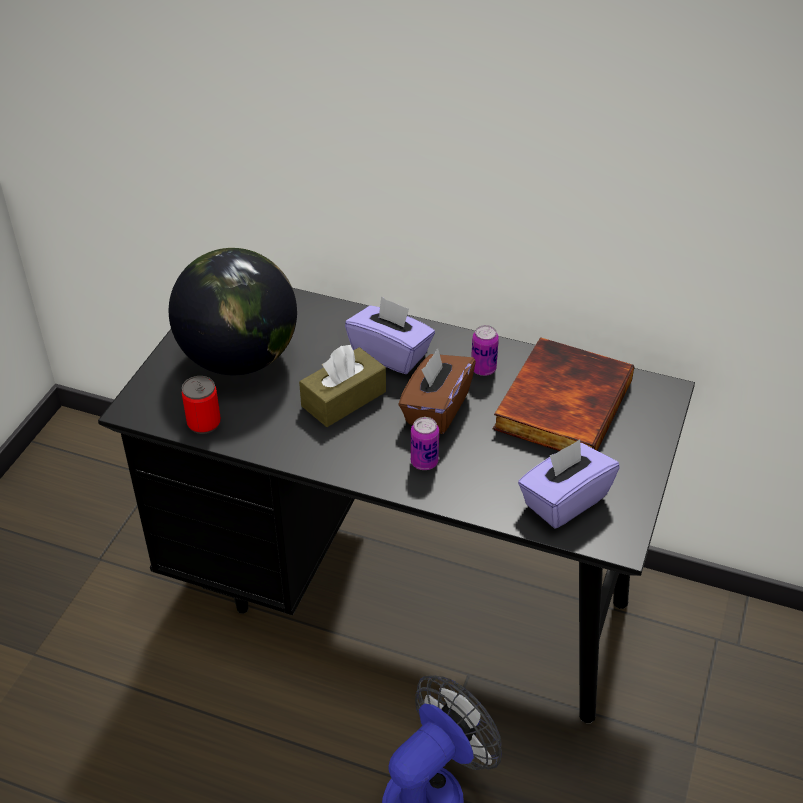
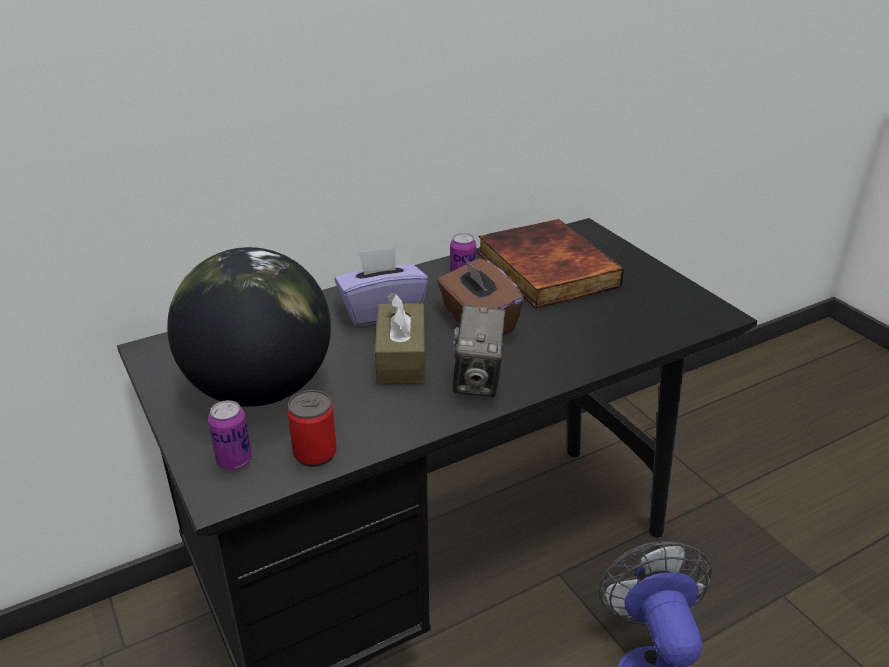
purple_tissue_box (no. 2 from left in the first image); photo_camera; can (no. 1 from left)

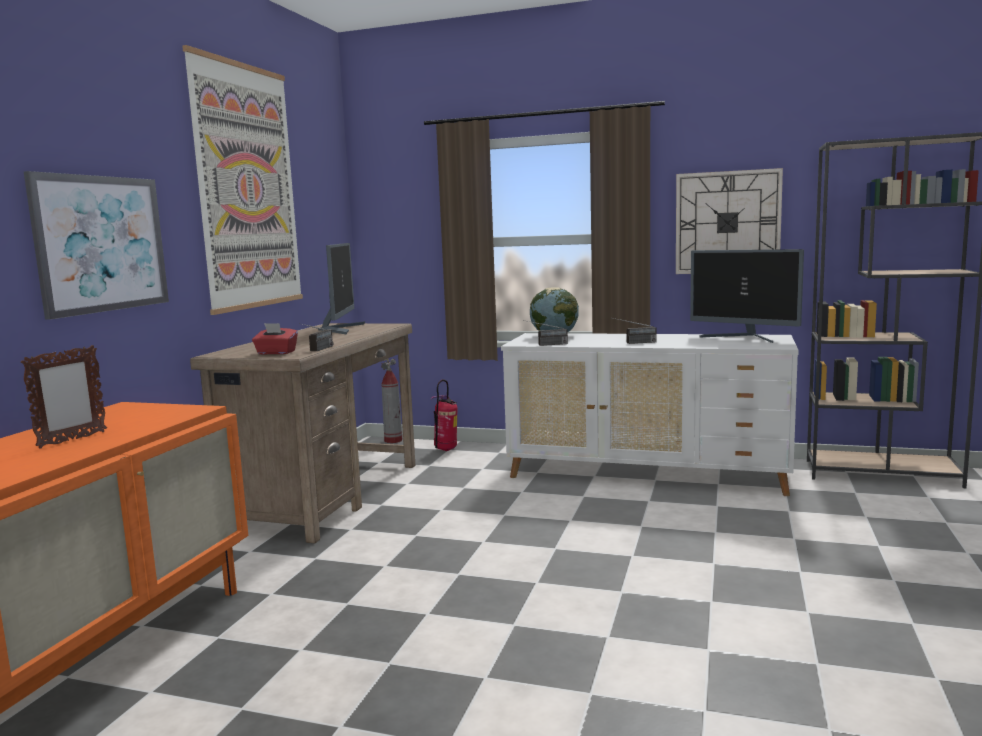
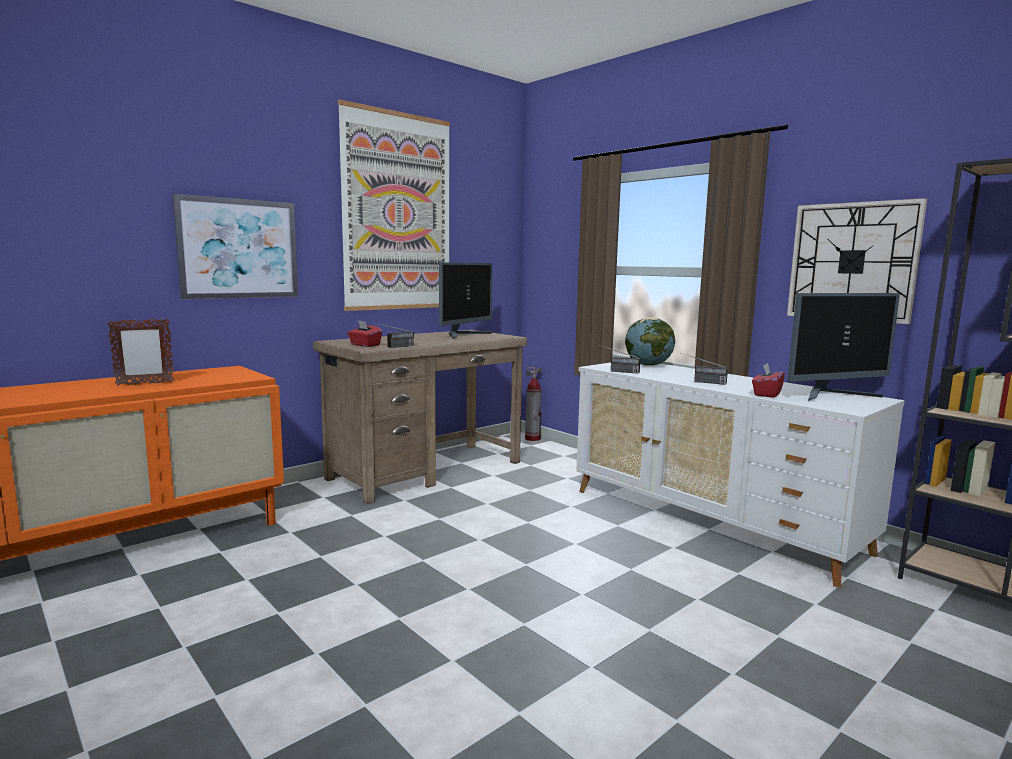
fire_extinguisher (no. 2 from left in the first image); red_tissue_box (no. 2 from left); monitor (no. 2 from left)

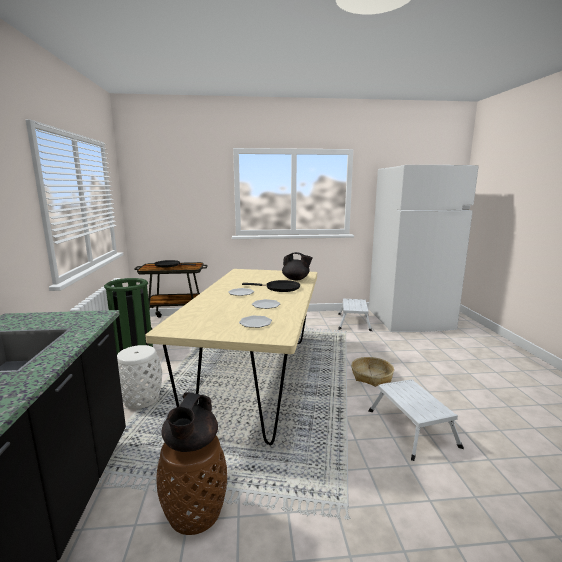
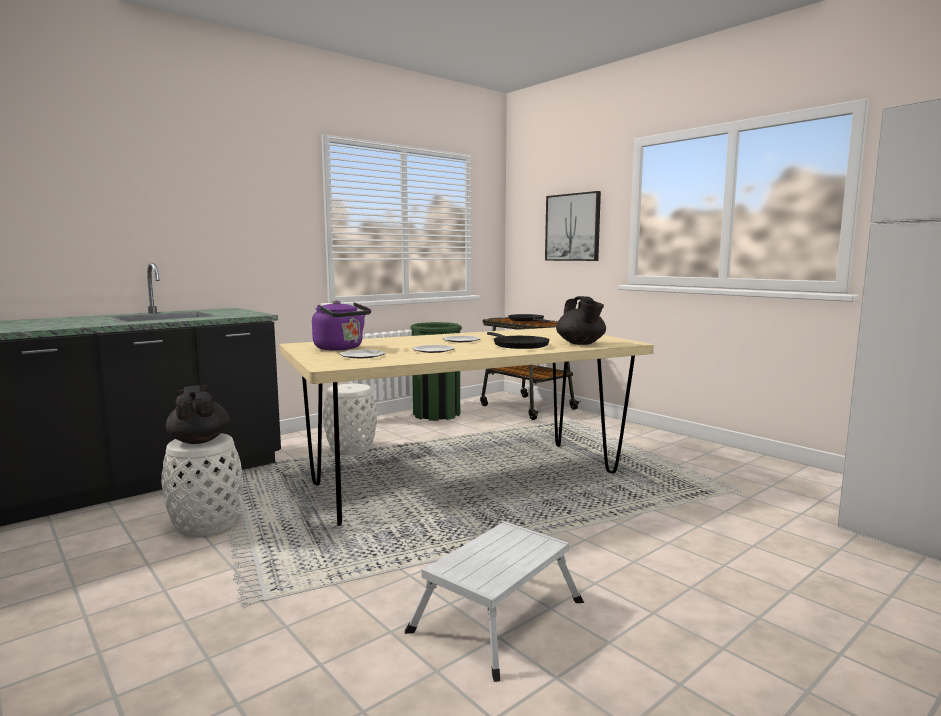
white_step_ladder (no. 1 from left in the first image); basket; purple_kettle; picture; white_stool (no. 1 from left); black_teapot (no. 1 from left)

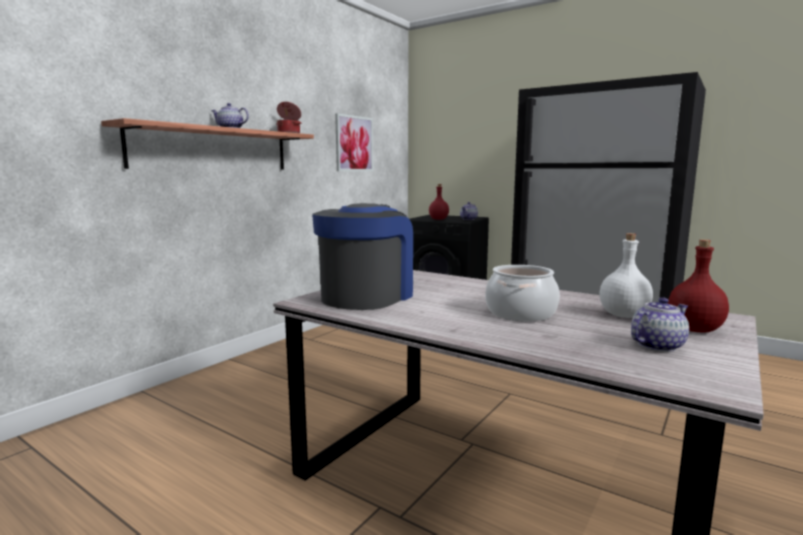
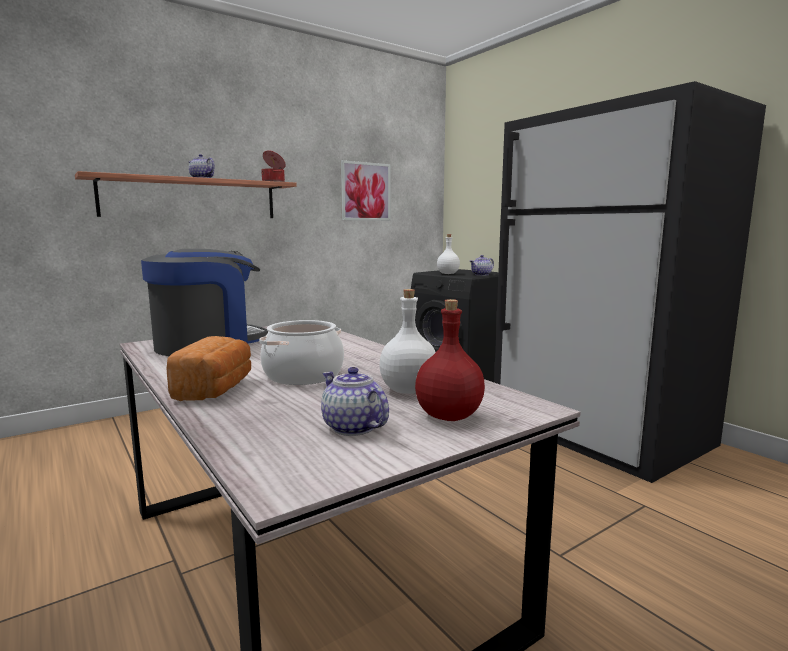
bread; white_bottle (no. 2 from left); teapot (no. 2 from left)

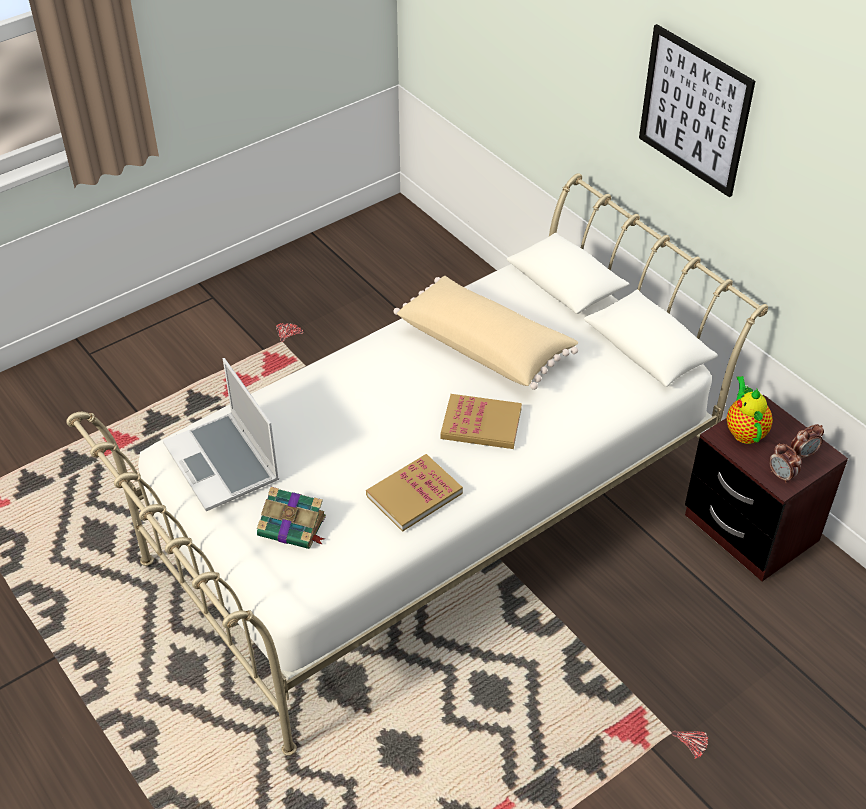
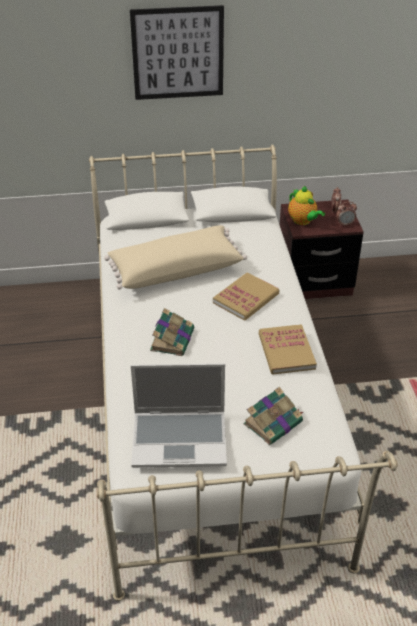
book (no. 1 from left); teapot

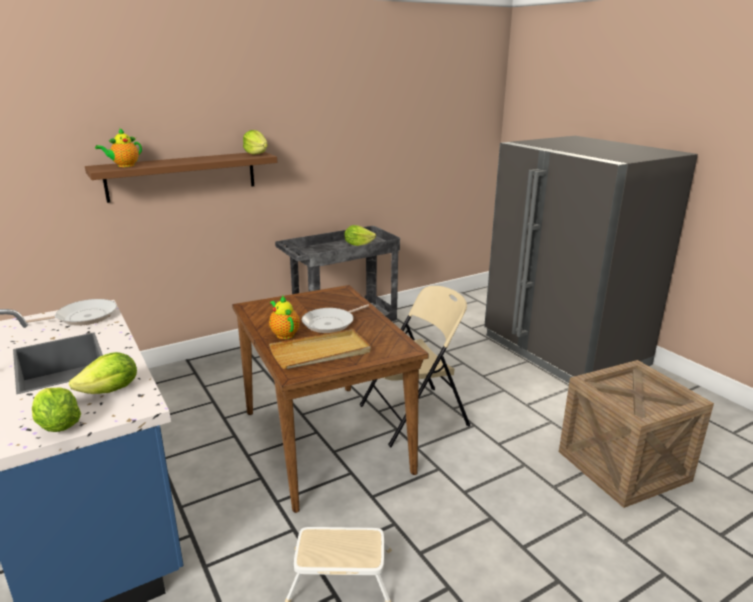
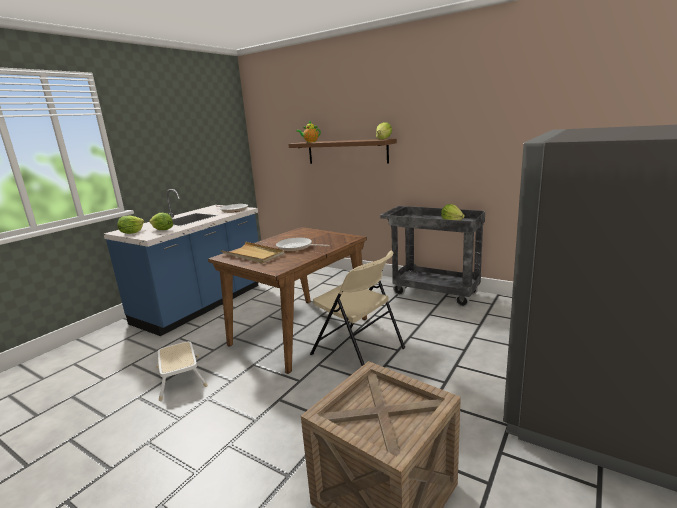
teapot (no. 2 from left in the first image)

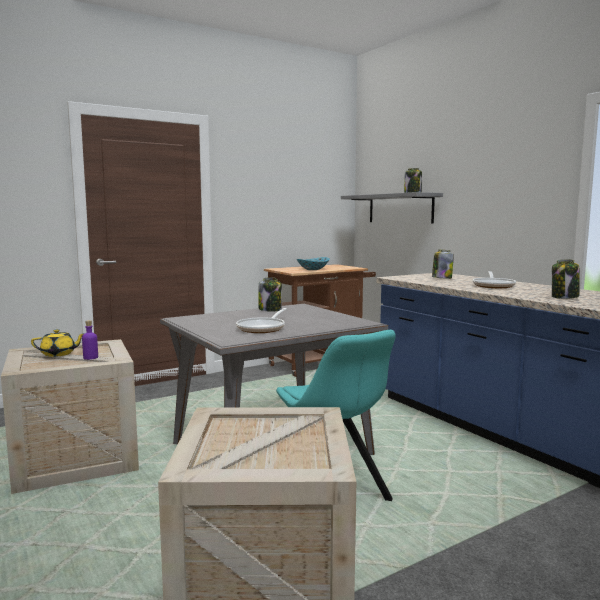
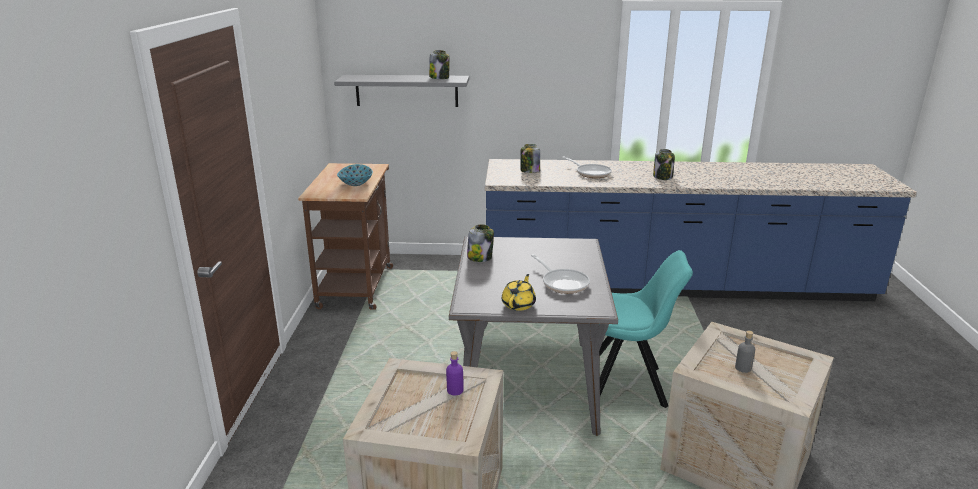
grey_bottle; yellow_teapot

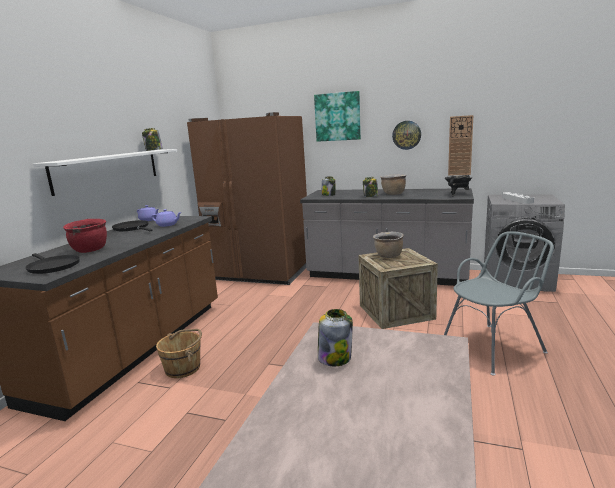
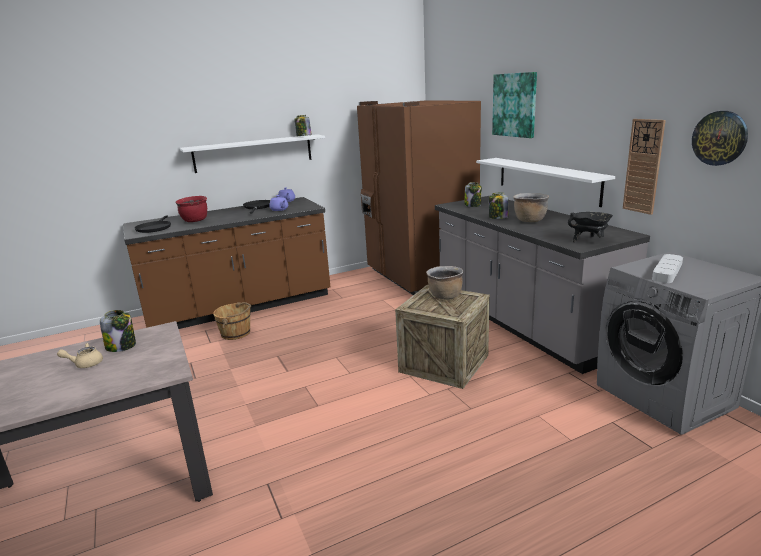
grey_chair; beige_teapot; white_shelf (no. 2 from left); wall_clock (no. 2 from left)

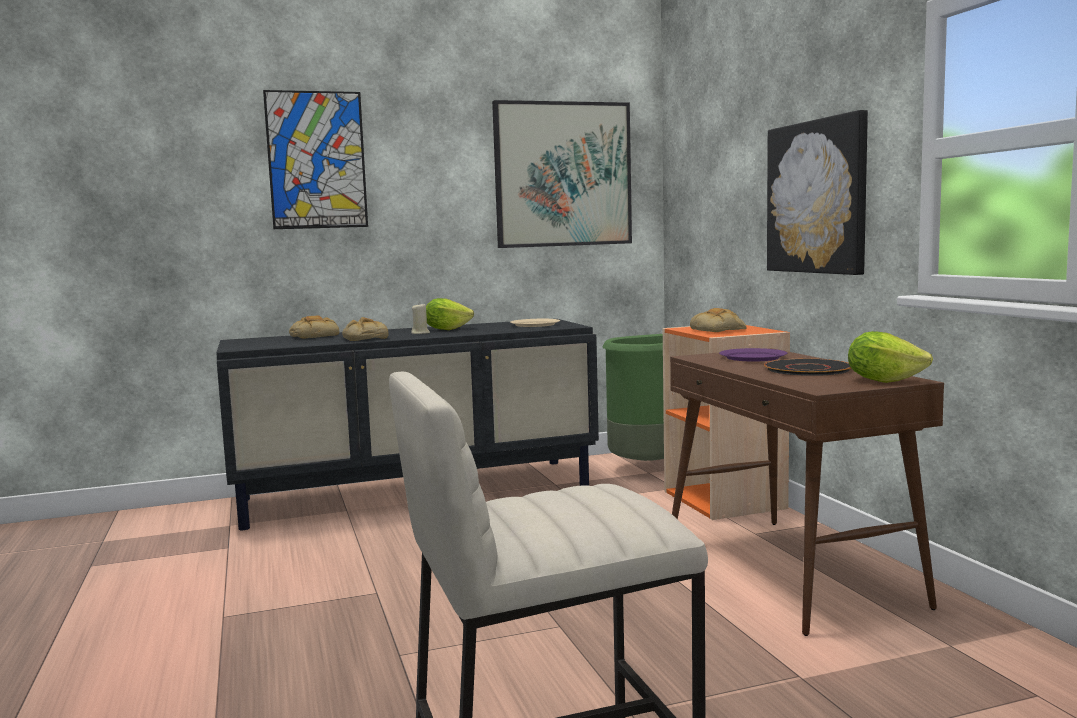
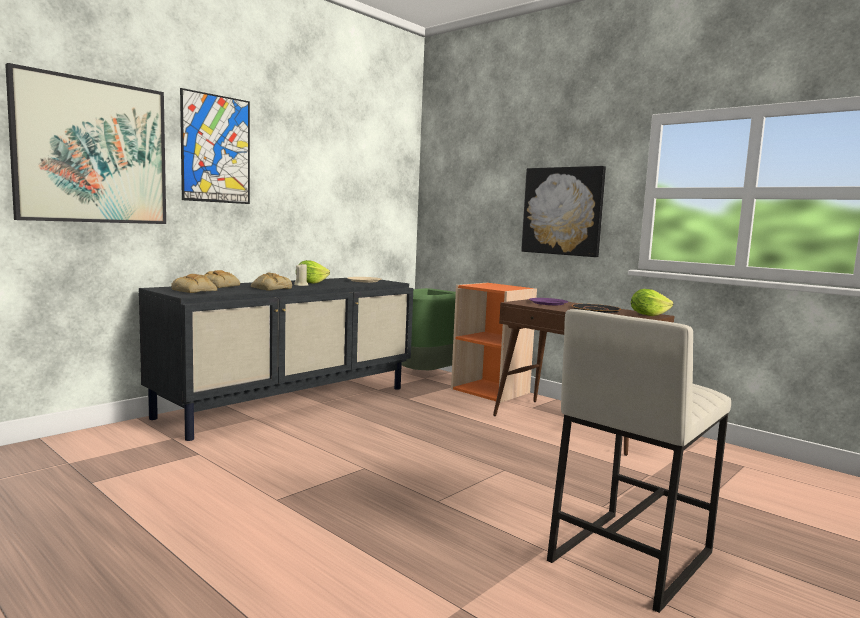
picture (no. 1 from left); bread (no. 1 from left)

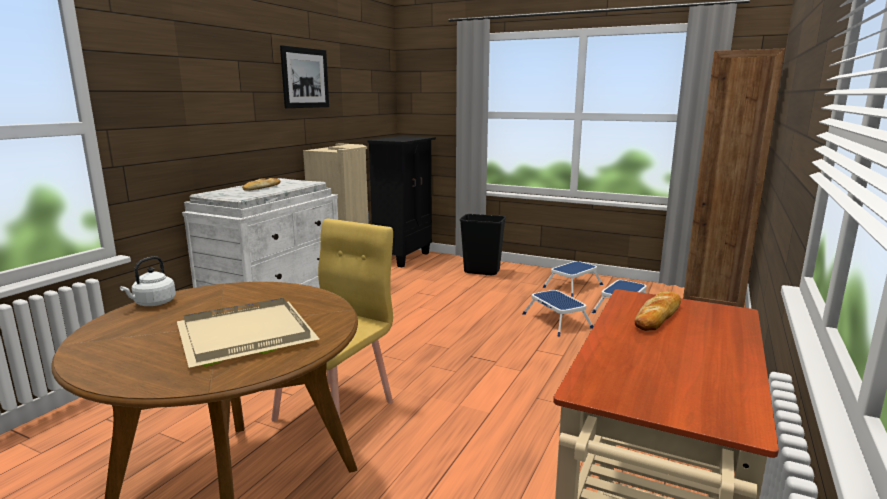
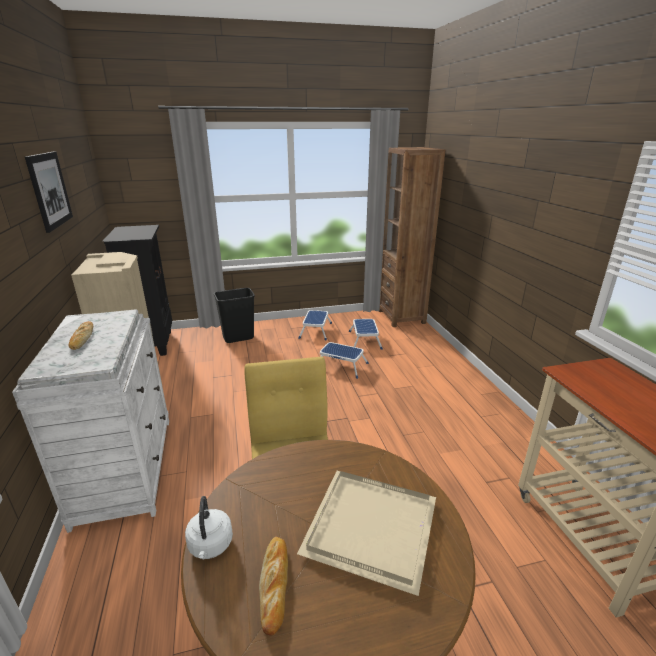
bread (no. 2 from left)

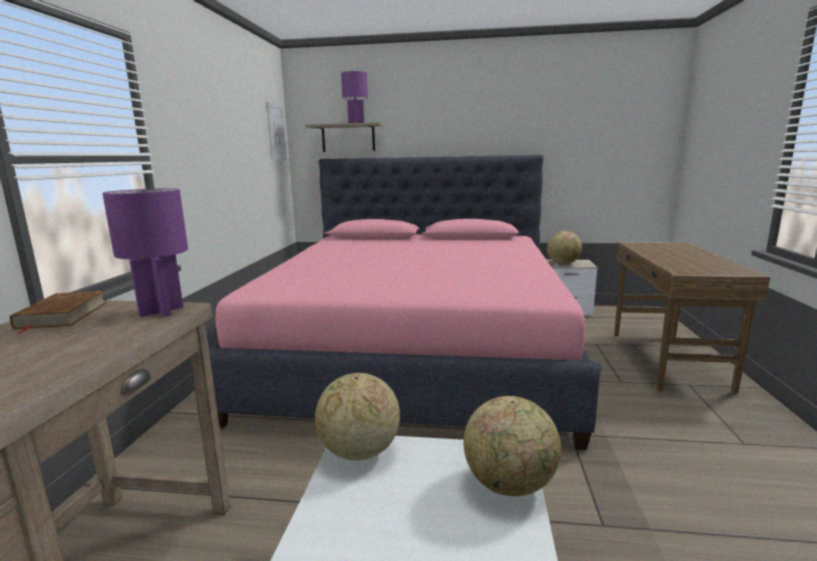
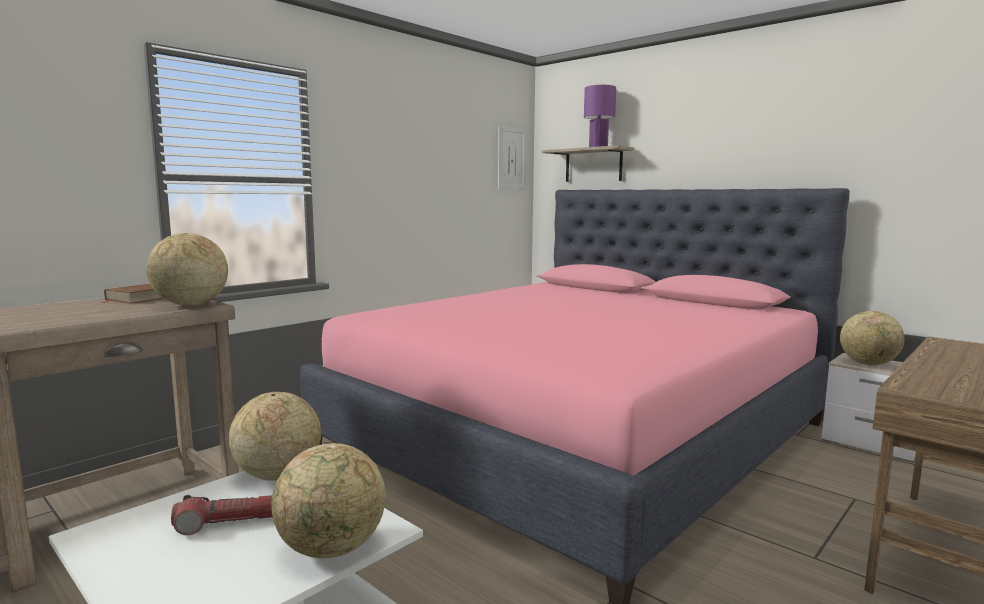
flashlight; globe (no. 1 from left)

